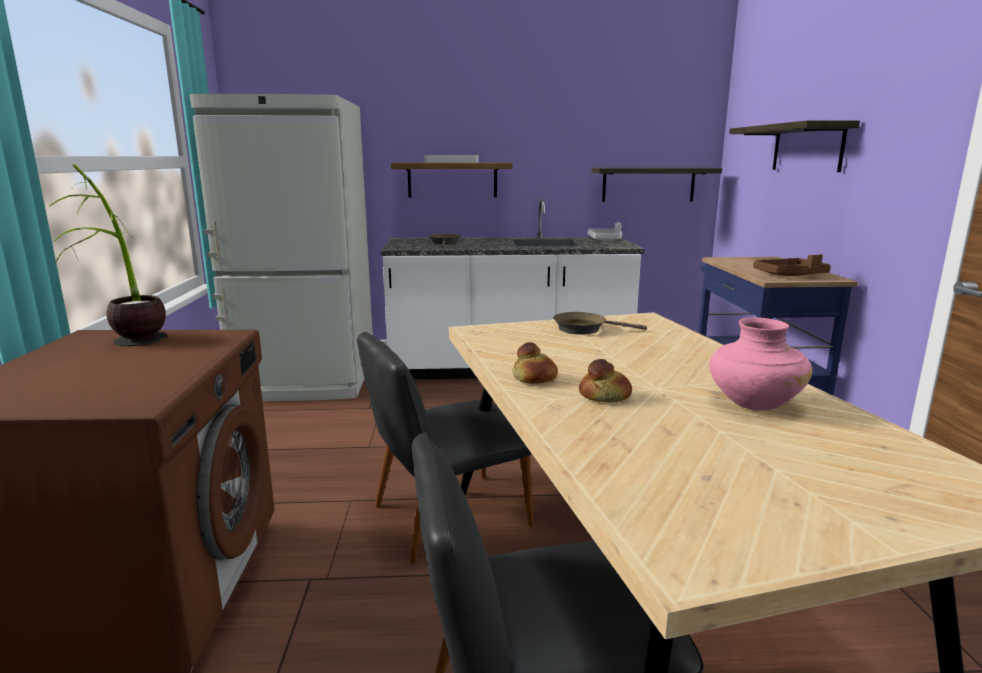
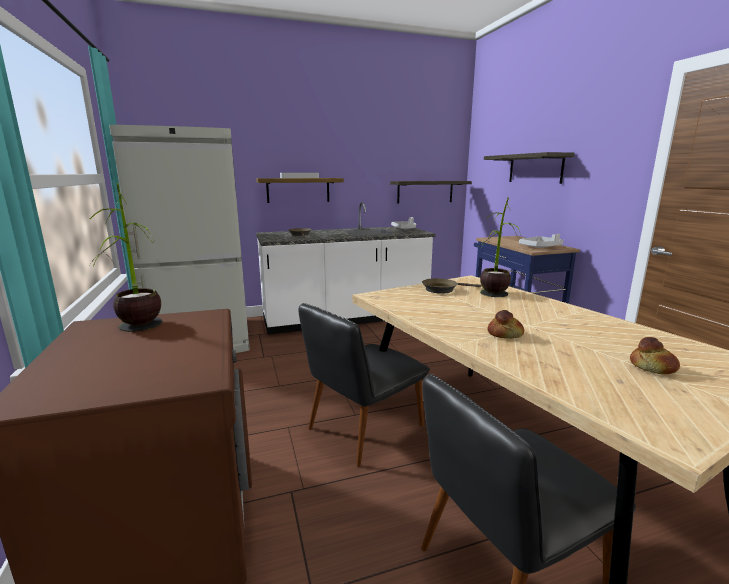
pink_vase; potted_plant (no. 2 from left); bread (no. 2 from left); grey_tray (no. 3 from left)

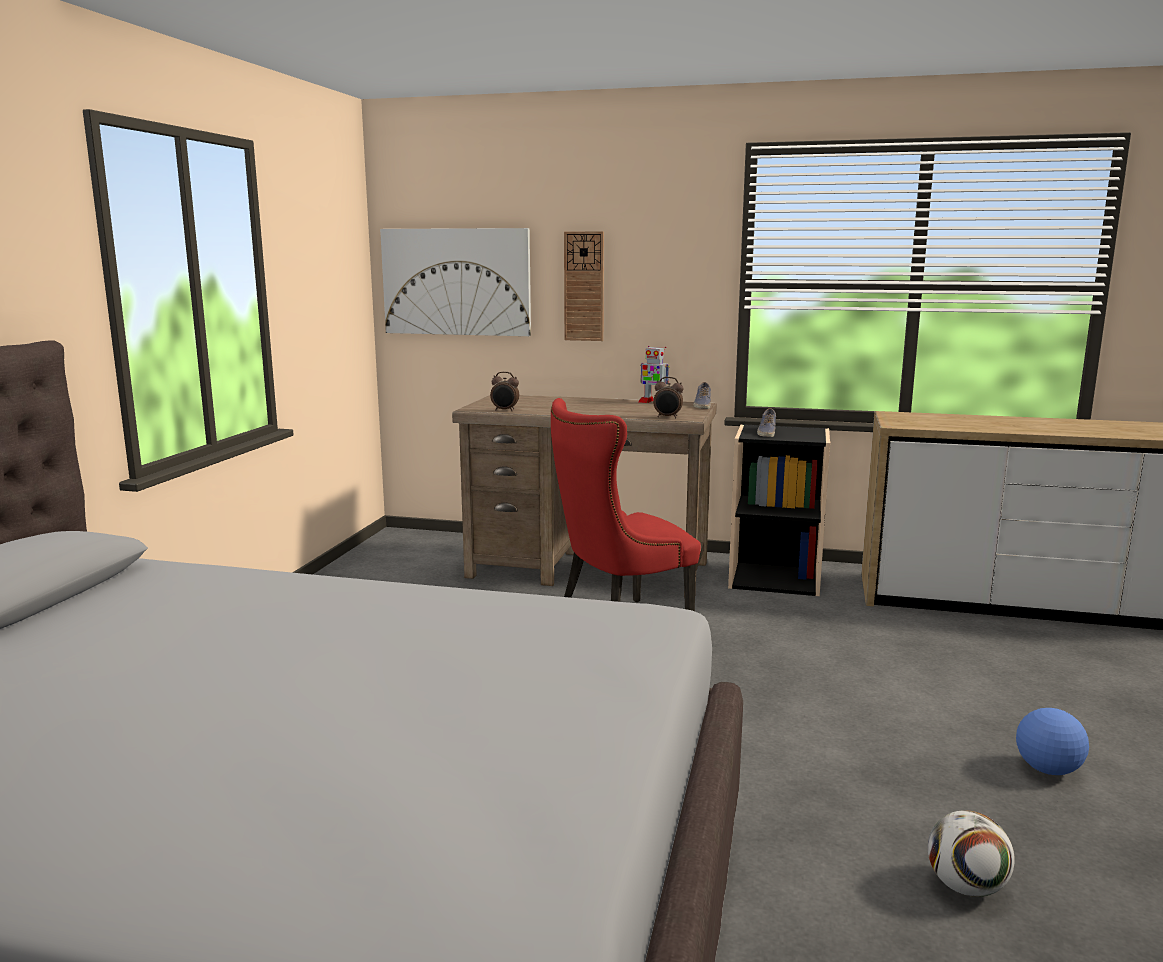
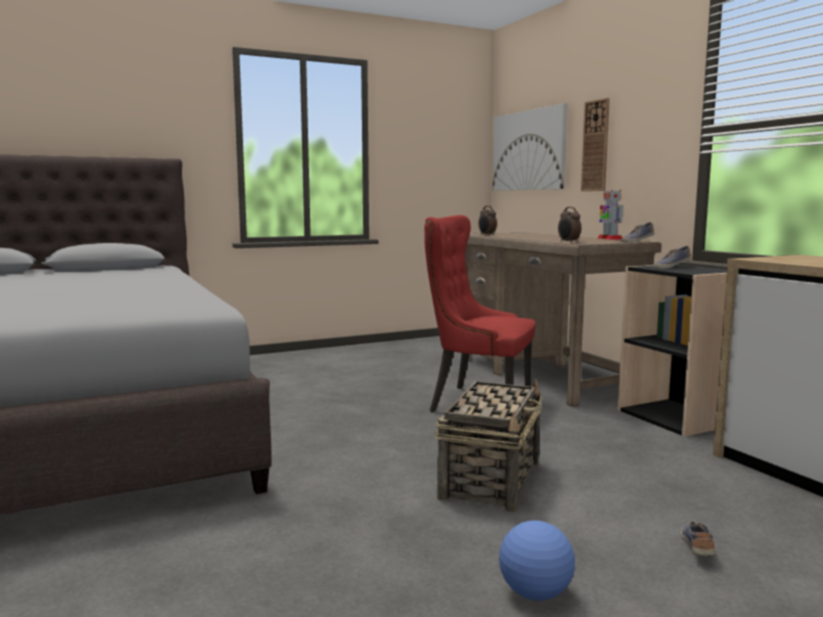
football (no. 1 from left in the first image); basket; shoe (no. 3 from left)

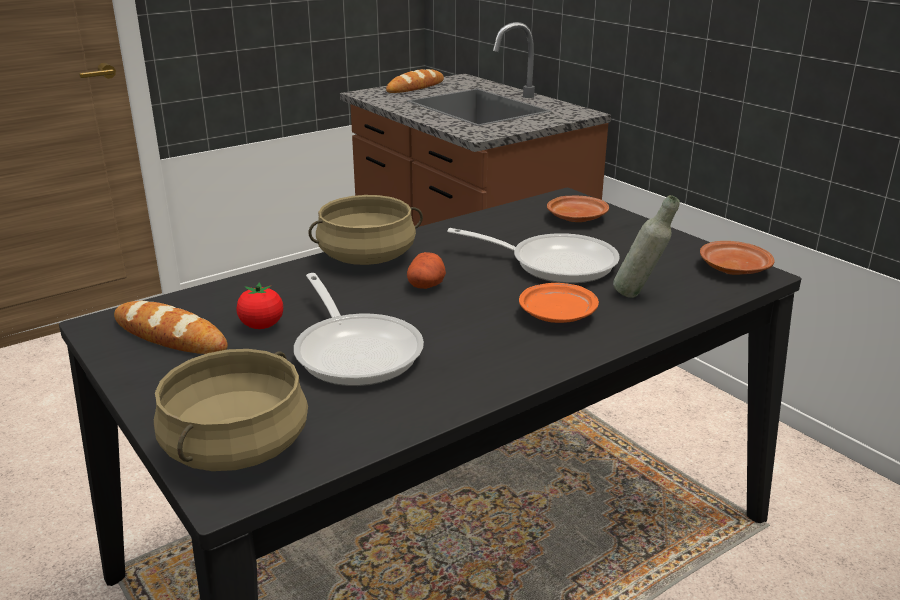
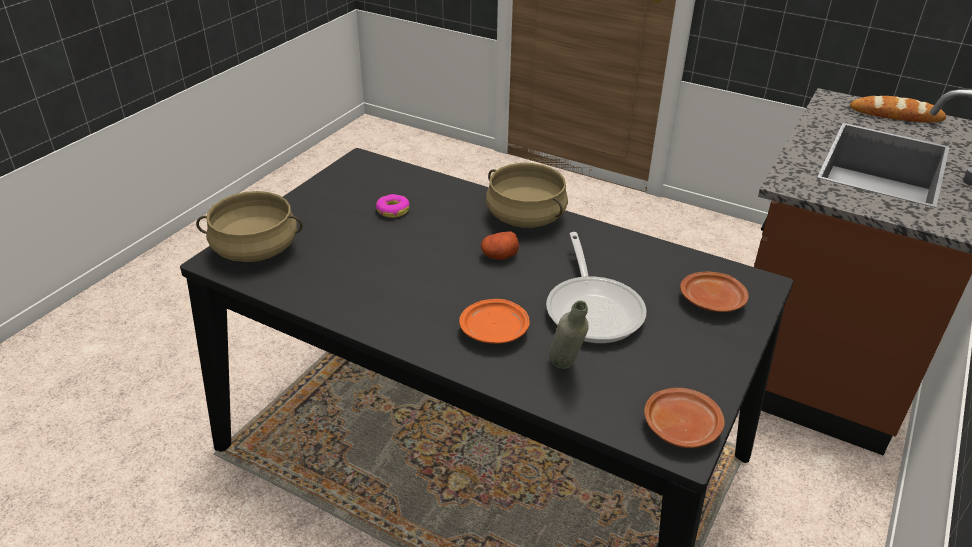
bread (no. 1 from left in the first image); frying_pan (no. 1 from left in the first image); donut

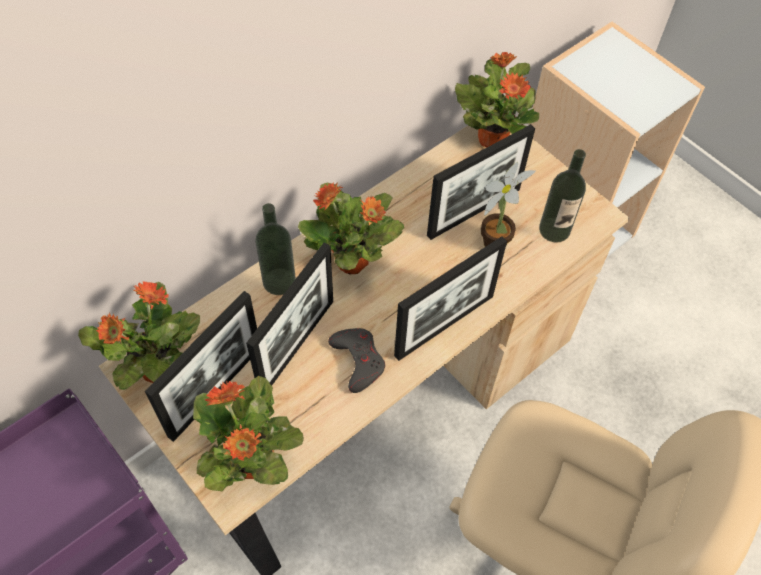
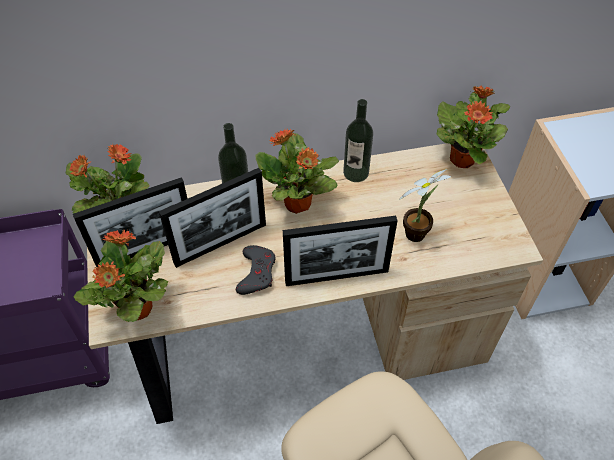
picture_frame (no. 4 from left in the first image); bottle (no. 2 from left)

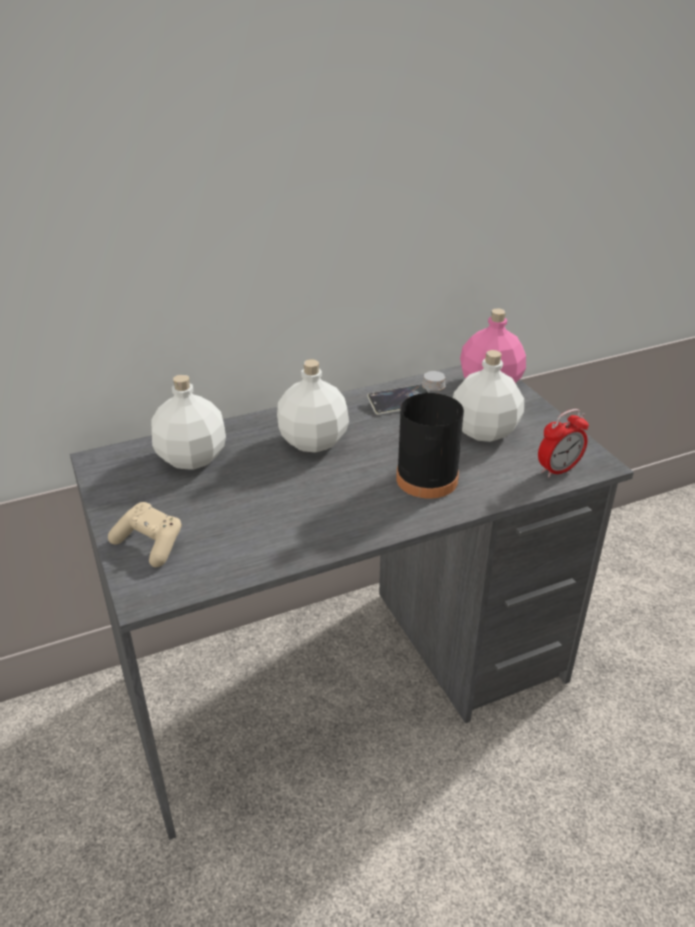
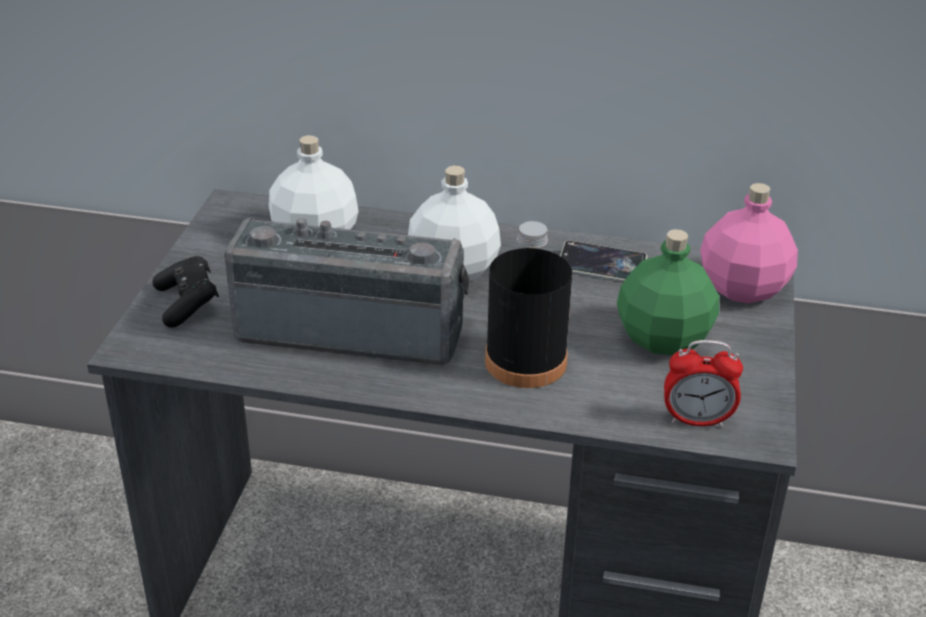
radio; black_game_controller; green_bottle

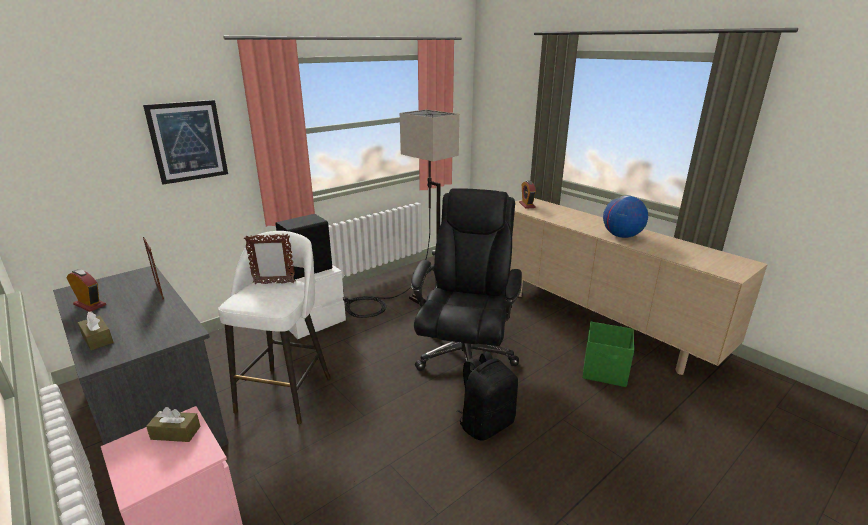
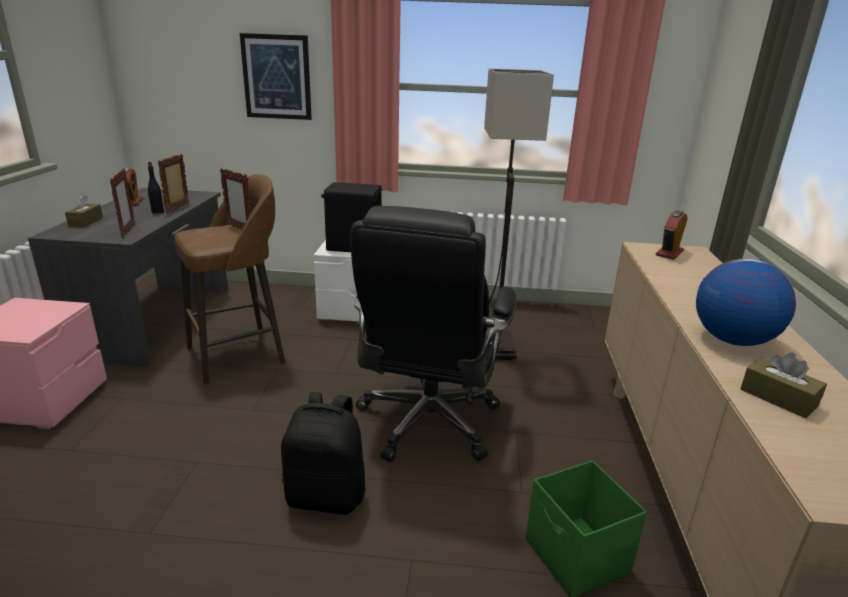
picture_frame (no. 1 from left); black_bottle; brown_tissue_box (no. 2 from left); brown_stool; black_office_chair

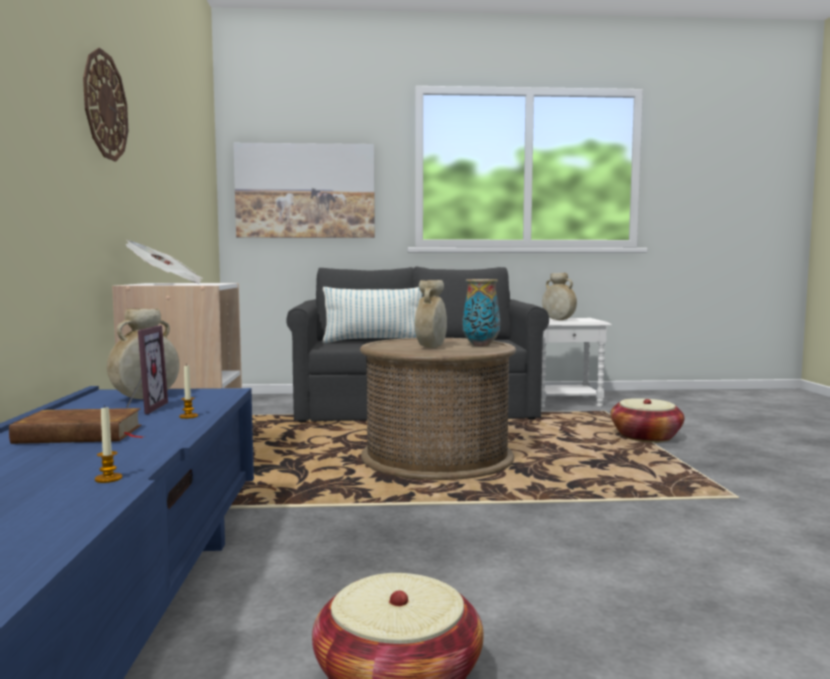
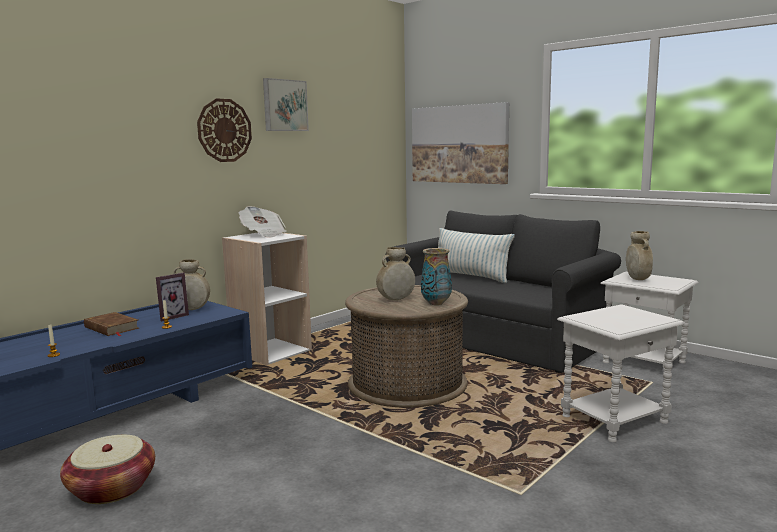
picture (no. 1 from left); white_side_table (no. 1 from left)

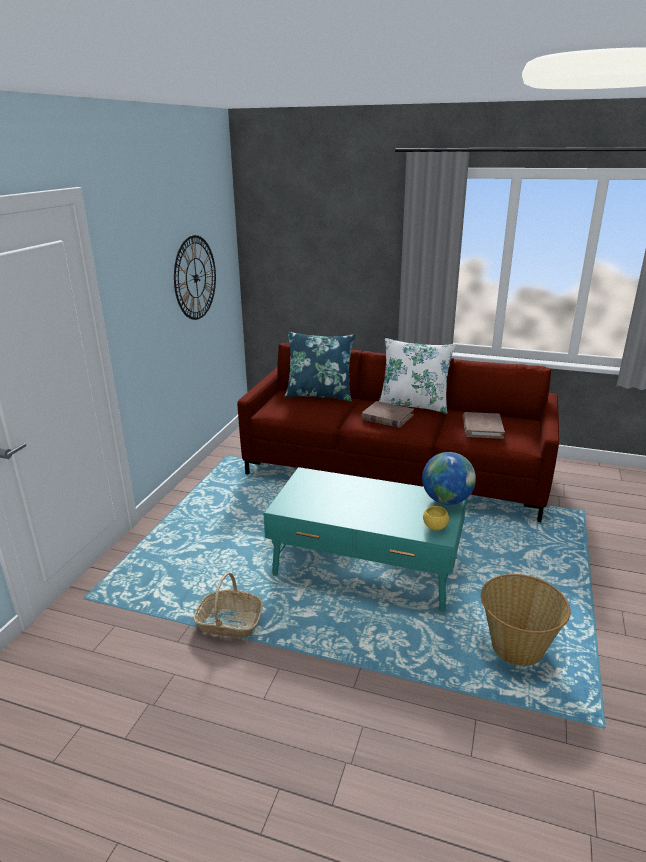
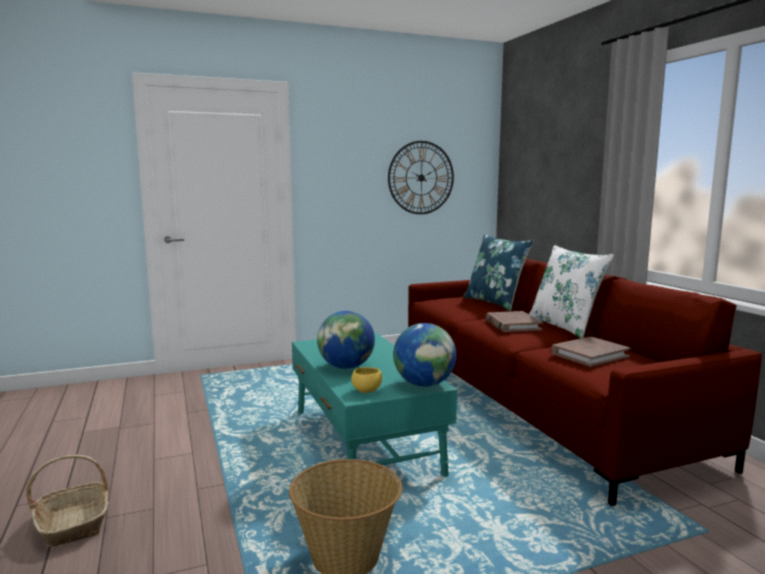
globe (no. 1 from left); basket (no. 1 from left)

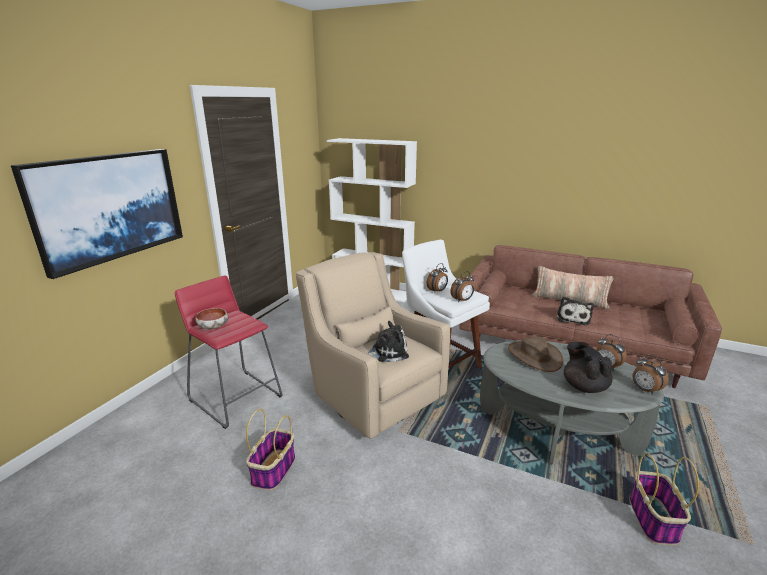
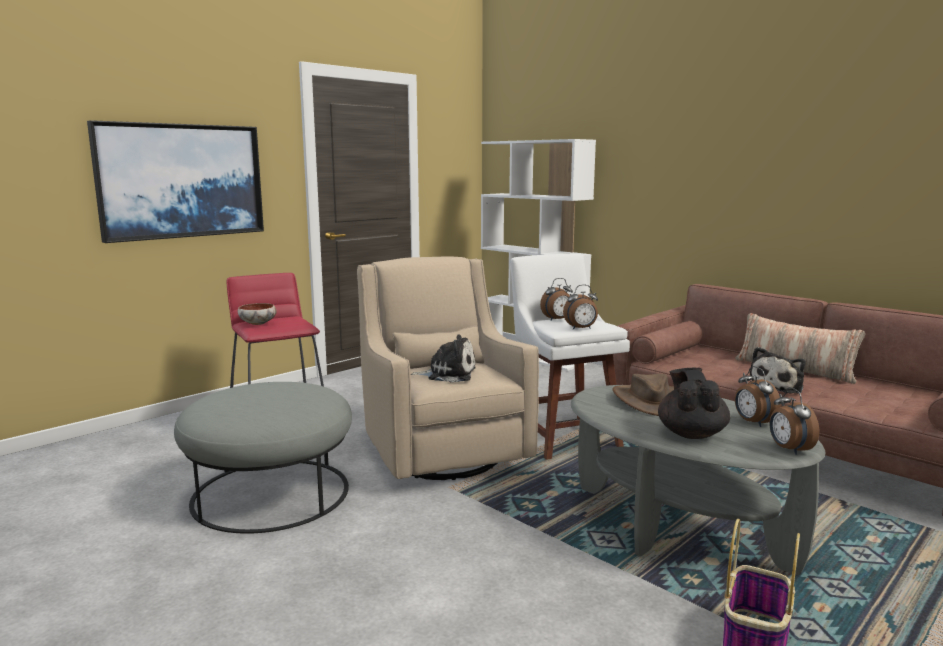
grey_ottoman

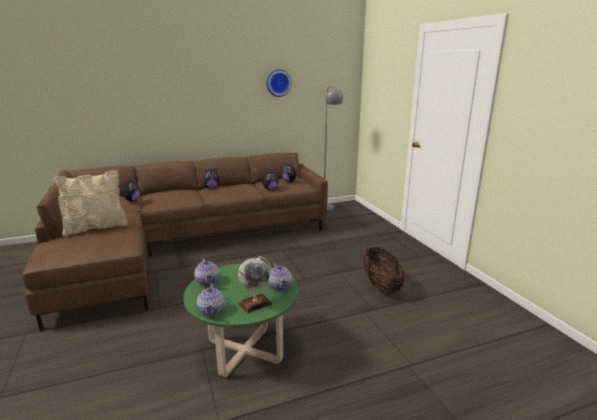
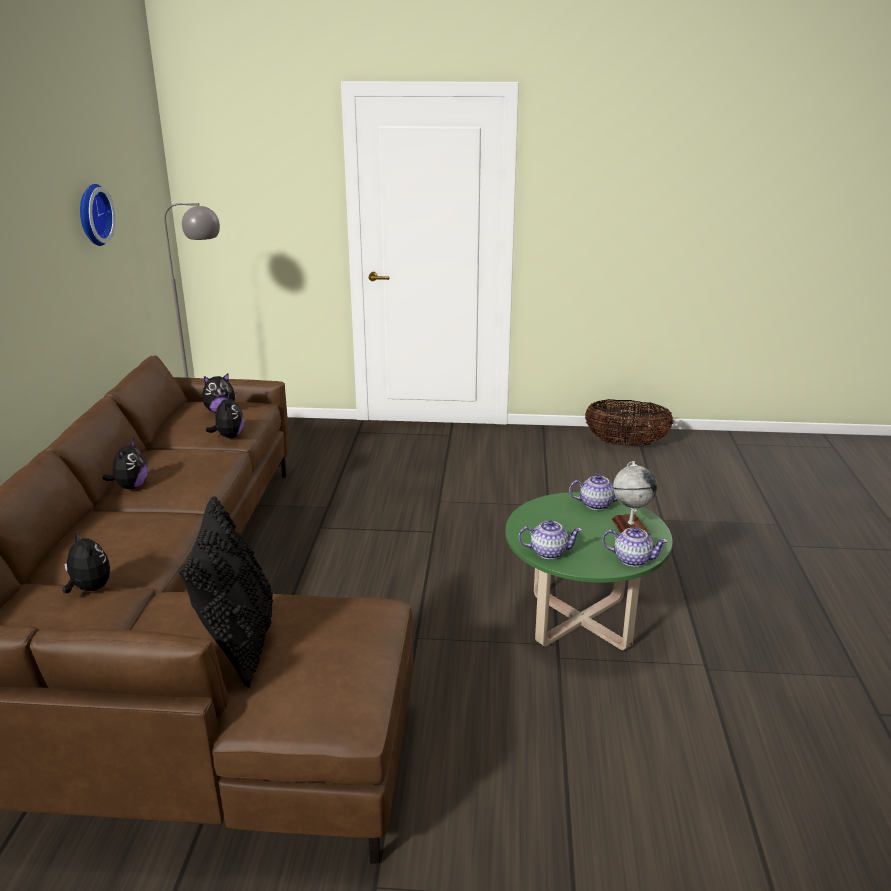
basket; black_pillow

